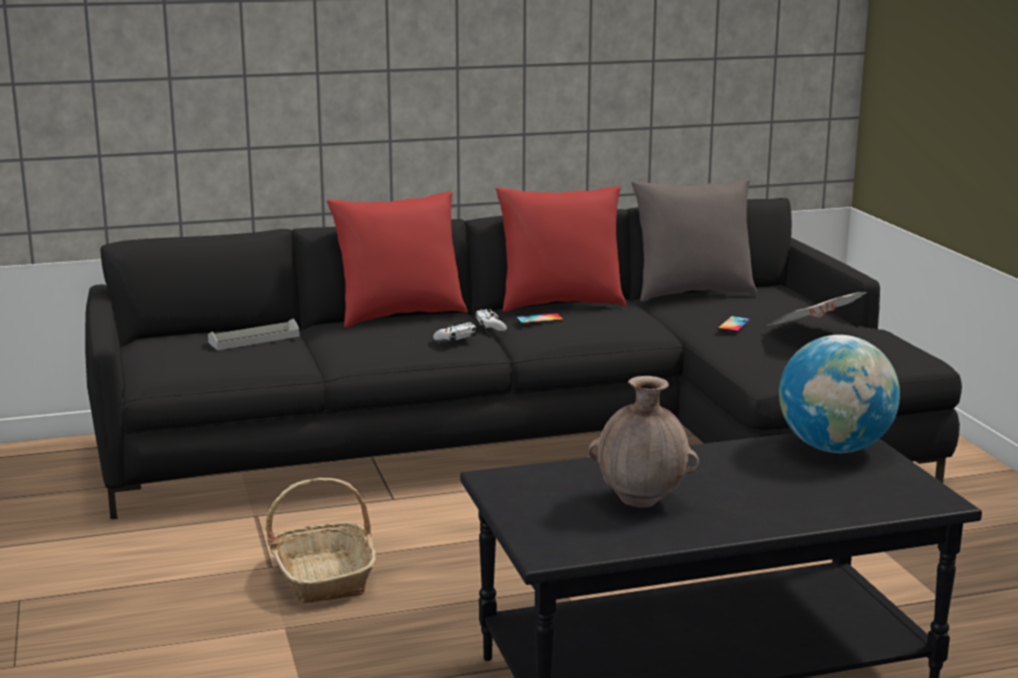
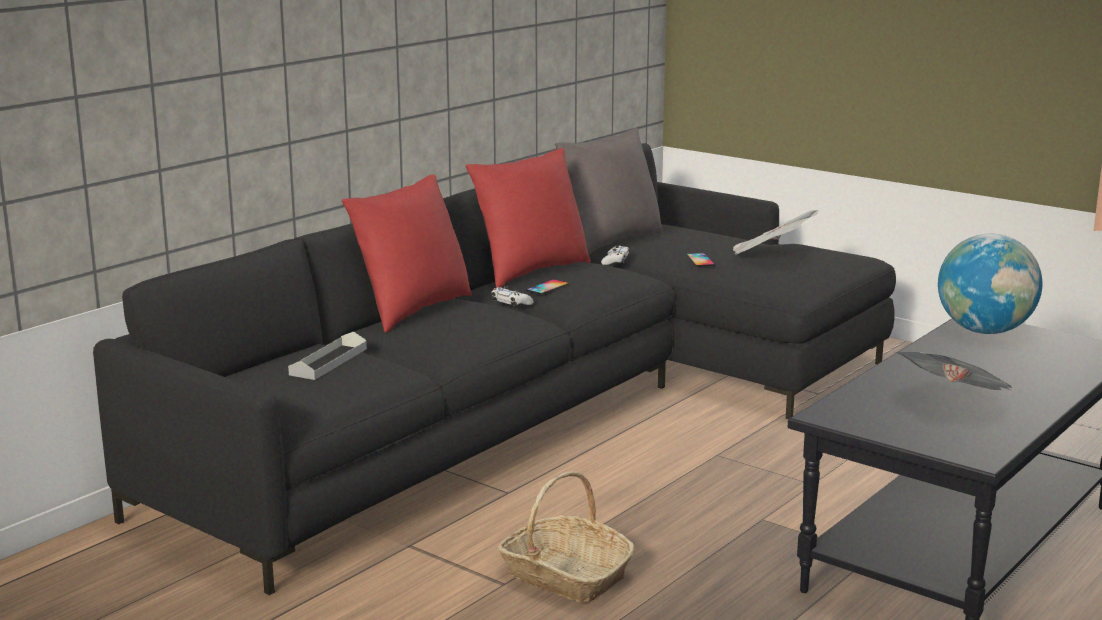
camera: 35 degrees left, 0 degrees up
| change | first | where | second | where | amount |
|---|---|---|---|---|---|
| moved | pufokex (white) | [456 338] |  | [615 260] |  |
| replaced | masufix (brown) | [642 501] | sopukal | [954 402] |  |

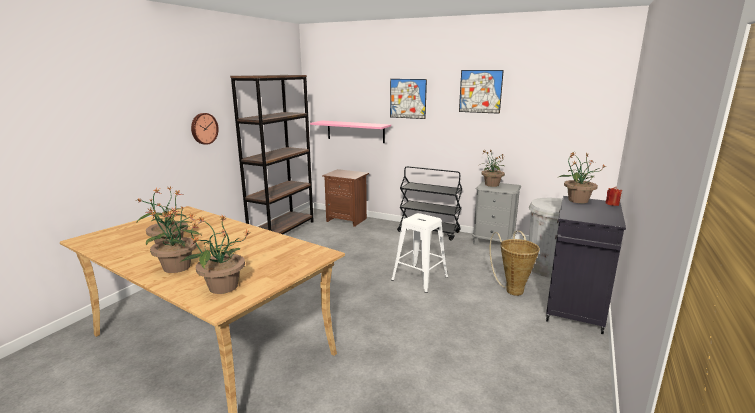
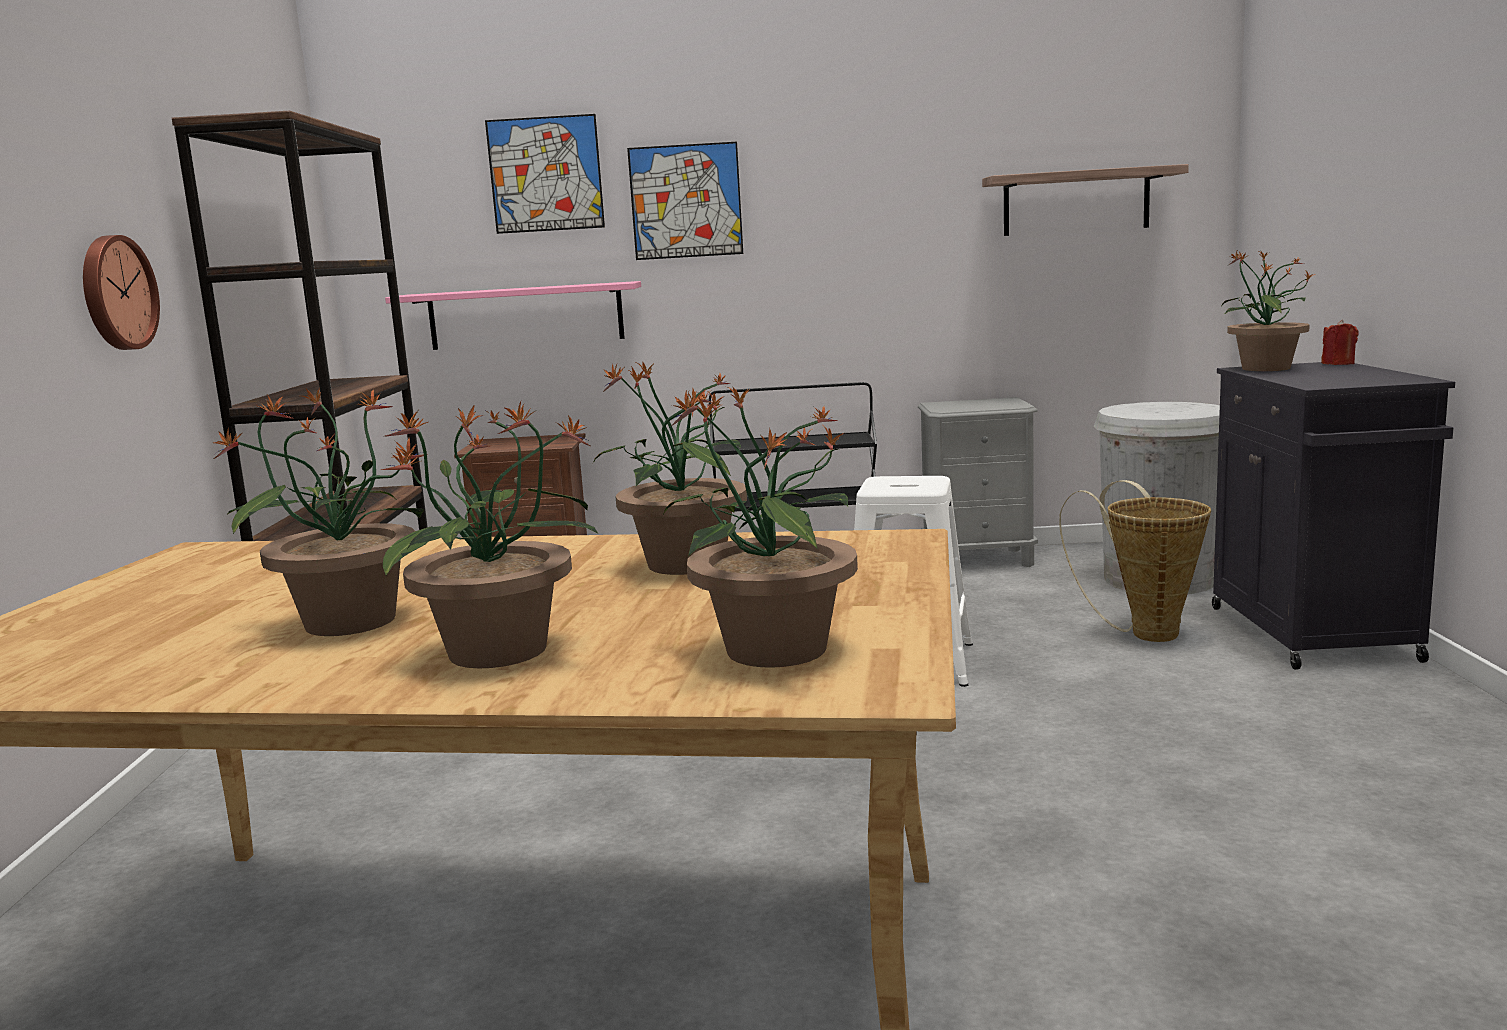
camera: 25 degrees left, 5 degrees down
| change | first | where | second | where | amount |
|---|---|---|---|---|---|
| moved | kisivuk | [480 91] |  | [545 174] |  |
| moved | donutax | [491 185] |  | [684 564] |  |
| added |  |  | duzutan | [1076 202] |  |

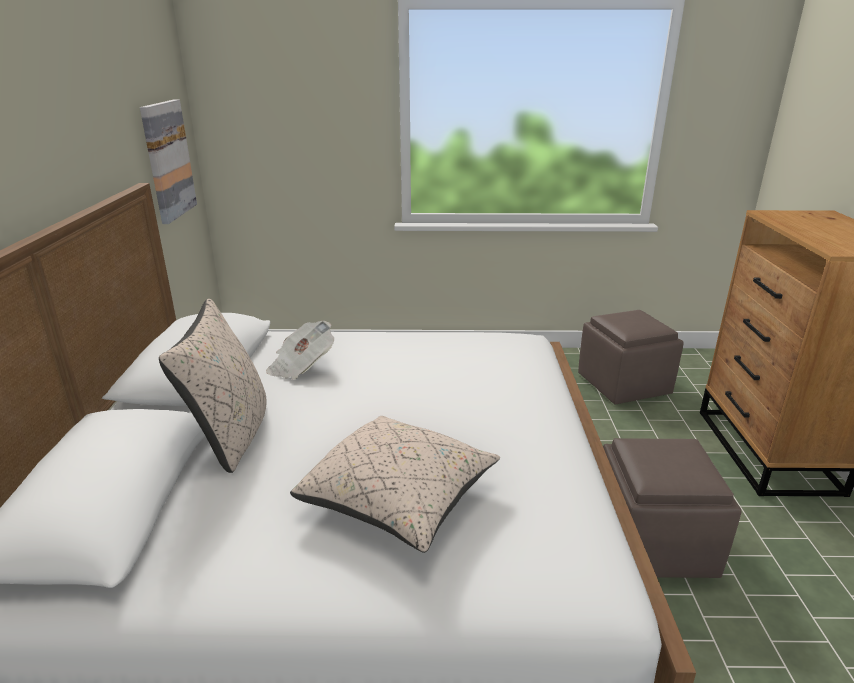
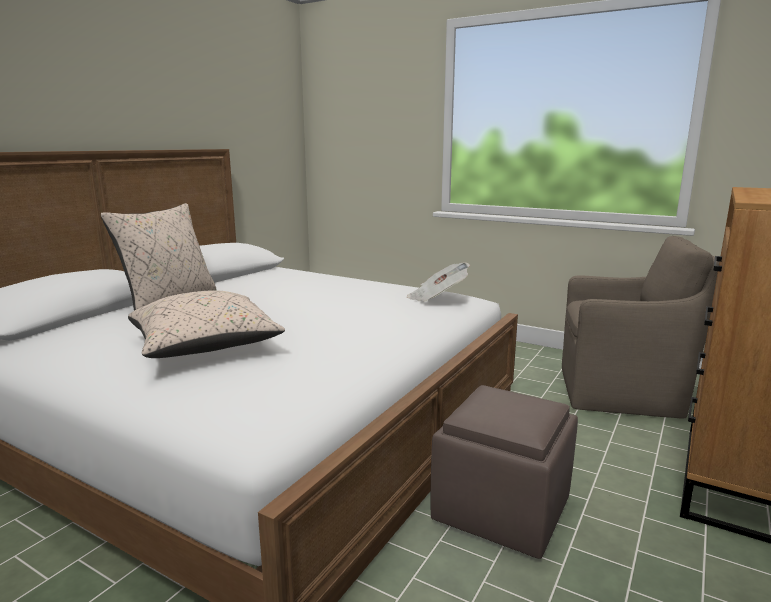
camera: 30 degrees right, 10 degrees down
| change | first | where | second | where | amount |
|---|---|---|---|---|---|
| removed | kisivuk | [167 160] |  |  |  |
| moved | sopukal | [301 366] |  | [437 298] |  |
| replaced | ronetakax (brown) | [624 385] | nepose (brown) | [623 393] |  |

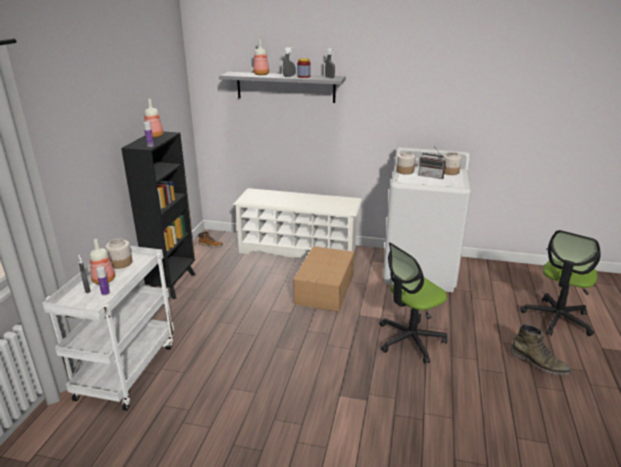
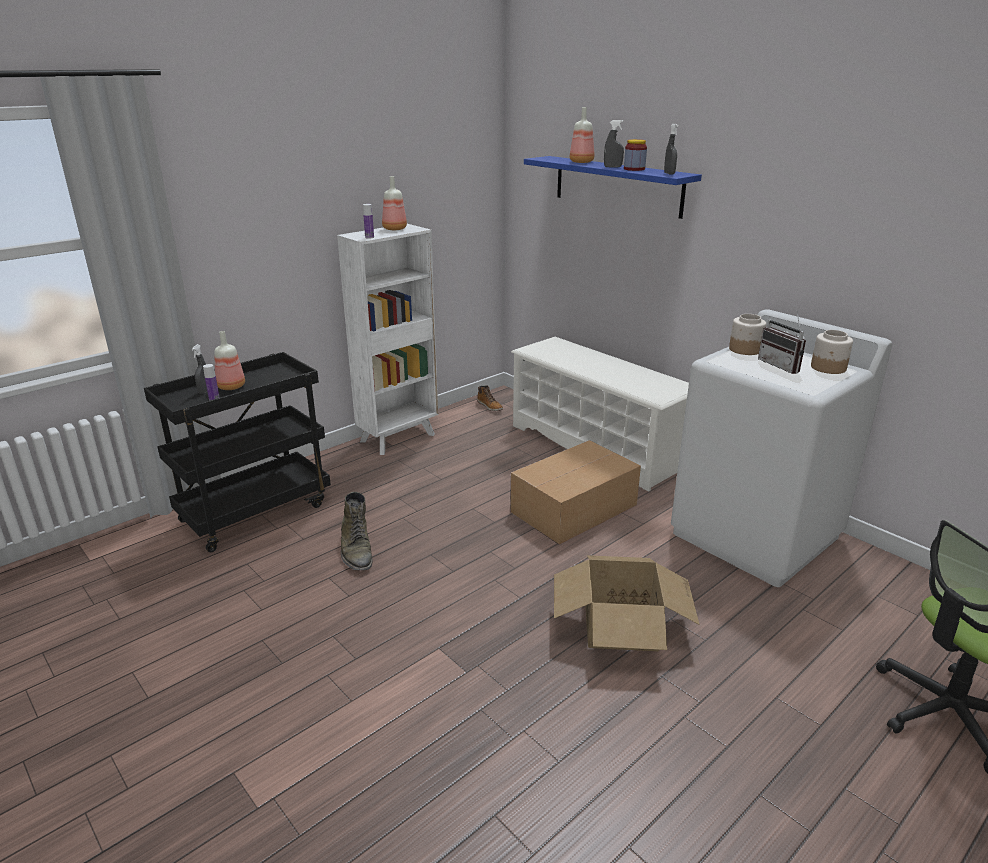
camera: 35 degrees right, 0 degrees up
| change | first | where | second | where | amount |
|---|---|---|---|---|---|
| recoloured | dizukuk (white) | [127 369] | dizukuk (black) | [256 511] |  |
| removed | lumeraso | [121 263] |  |  |  |
| recoloured | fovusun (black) | [173 284] | fovusun (white) | [399 437] |  |
| recoloured | duzutan (grey) | [285 87] | duzutan (blue) | [617 186] |  |
| replaced | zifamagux | [410 340] | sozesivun | [620 625] |  |
| moved | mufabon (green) | [538 363] |  | [356 550] |  |

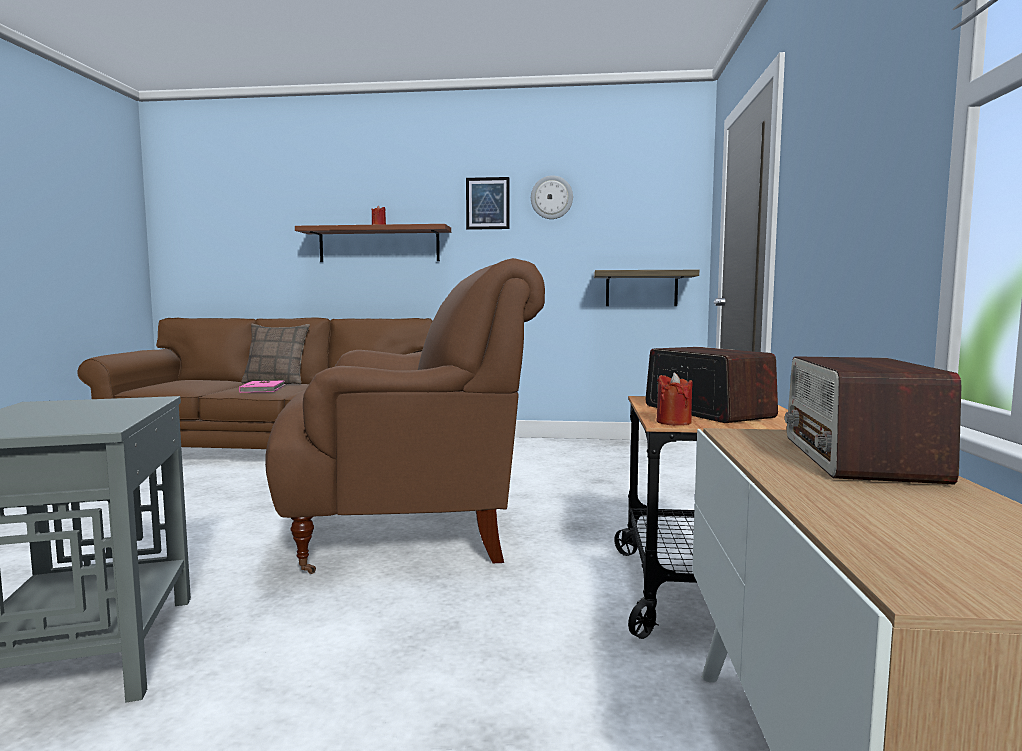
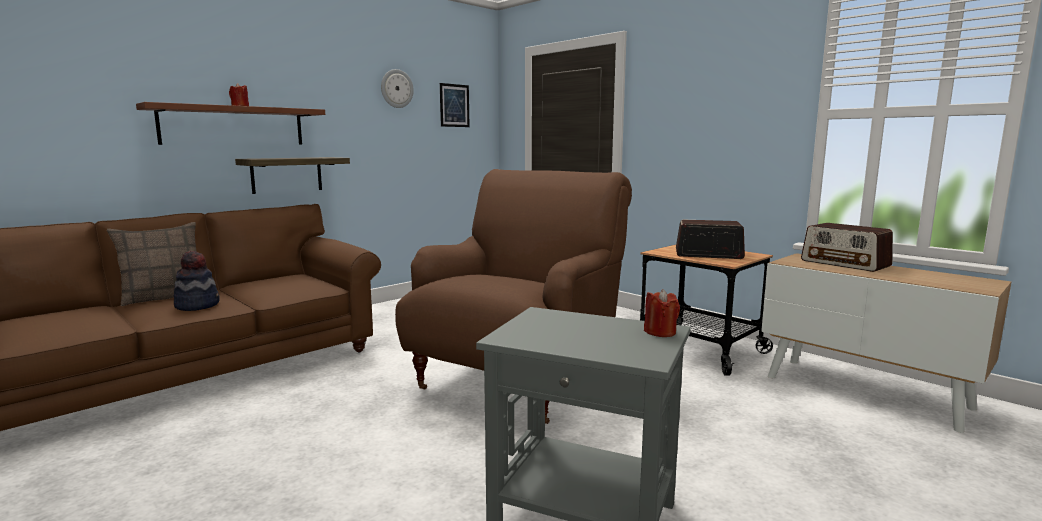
camera: 50 degrees left, 5 degrees up
| change | first | where | second | where | amount |
|---|---|---|---|---|---|
| replaced | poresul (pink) | [263 389] | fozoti | [197 305] |  |
| moved | kisivuk | [487 203] |  | [454 105] |  |
| moved | duzutan | [641 289] |  | [287 174] |  |
| moved | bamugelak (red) | [673 422] |  | [660 332] |  |

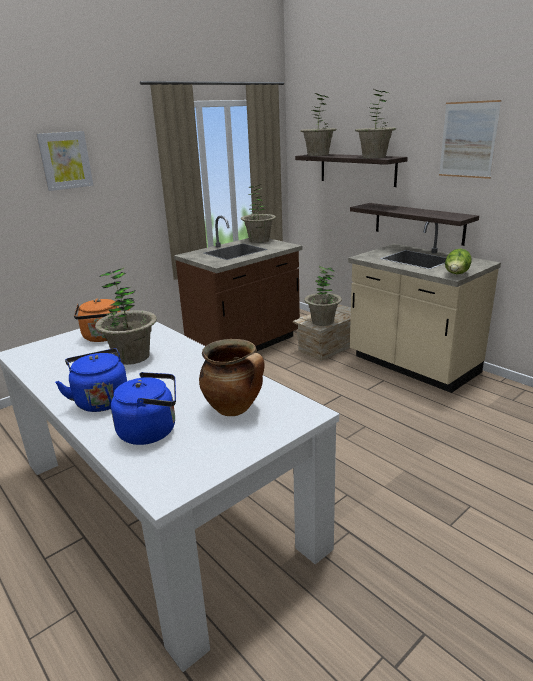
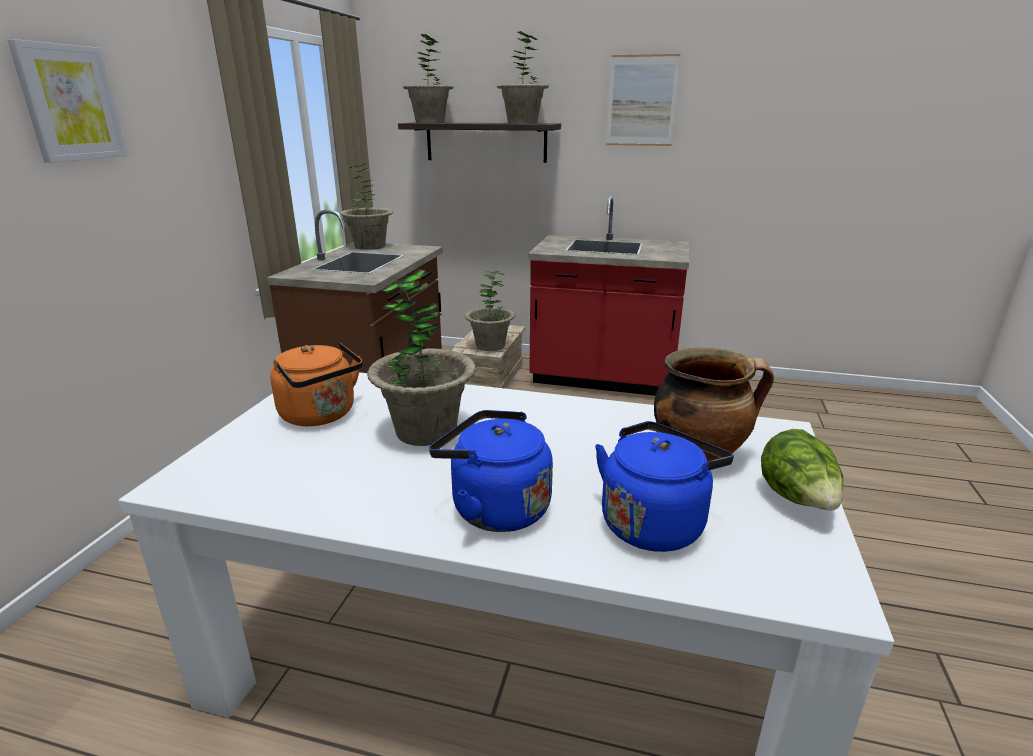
camera: 35 degrees left, 0 degrees up
| change | first | where | second | where | amount |
|---|---|---|---|---|---|
| recoloured | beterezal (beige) | [412 366] | beterezal (red) | [603 379] |  |
| removed | duzutan | [418 223] |  |  |  |
| moved | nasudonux | [456 274] |  | [797 500] |  |

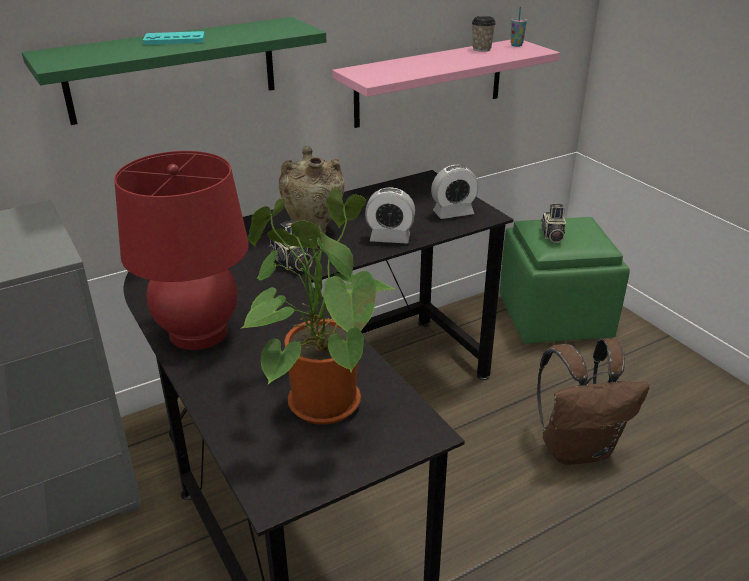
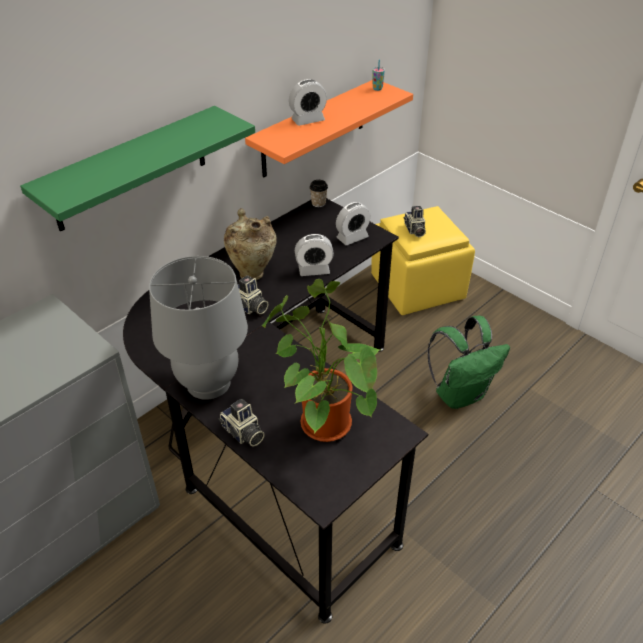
camera: 15 degrees left, 10 degrees up
| change | first | where | second | where | amount |
|---|---|---|---|---|---|
| recoloured | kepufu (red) | [198 332] | kepufu (grey) | [208 383] |  |
| removed | pufokex (turquoise) | [174 40] |  |  |  |
| recoloured | duzutan (pink) | [429 82] | duzutan (orange) | [314 128] |  |
| moved | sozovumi | [481 49] |  | [318 203] |  |
| recoloured | ronetakax (green) | [555 316] | ronetakax (yellow) | [417 286] |  |
| recoloured | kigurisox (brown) | [577 448] | kigurisox (green) | [460 394] |  |
| added |  |  | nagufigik | [243 433] |  |
| added |  |  | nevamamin | [308 120] |  |

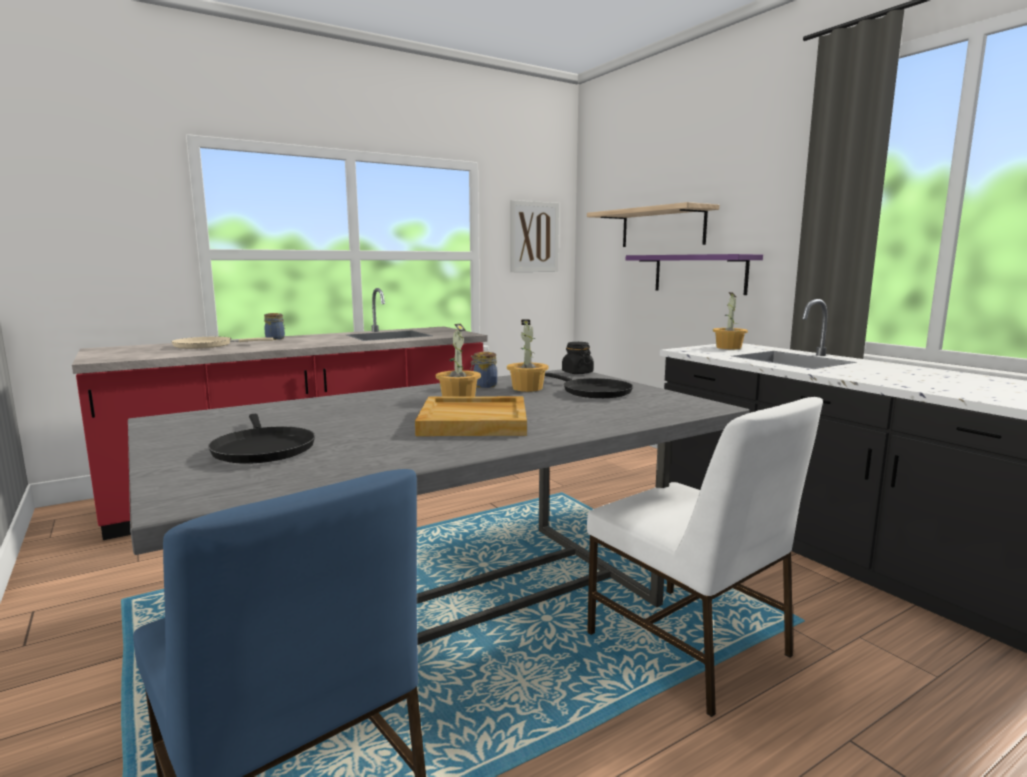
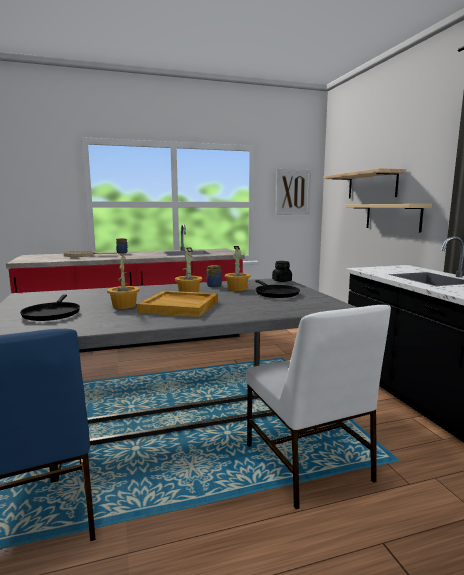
camera: 15 degrees right, 0 degrees up
| change | first | where | second | where | amount |
|---|---|---|---|---|---|
| recoloured | duzutan (purple) | [699 273] | duzutan (beige) | [392 217] |  |
| moved | donutax | [728 347] |  | [123 306] |  |

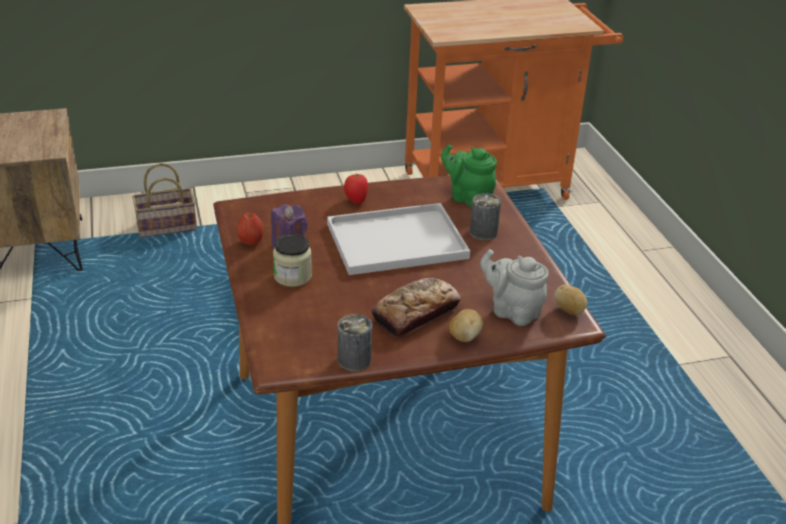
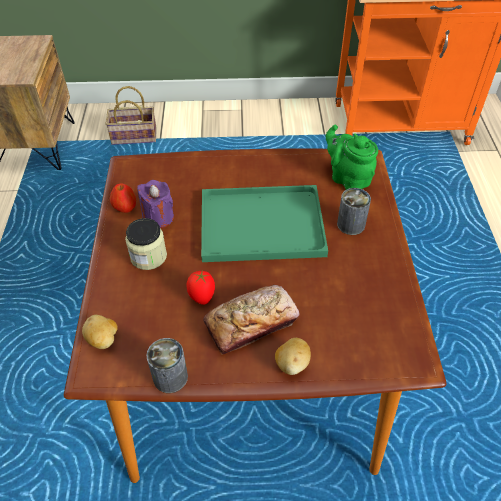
camera: 15 degrees right, 15 degrees up
| change | first | where | second | where | amount |
|---|---|---|---|---|---|
| recoloured | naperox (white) | [394 242] | naperox (green) | [259 226] |  |
| moved | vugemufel | [355 201] |  | [202 297] |  |
| removed | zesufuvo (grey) | [512 311] |  |  |  |
| moved | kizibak | [569 311] |  | [103 340] |  |

